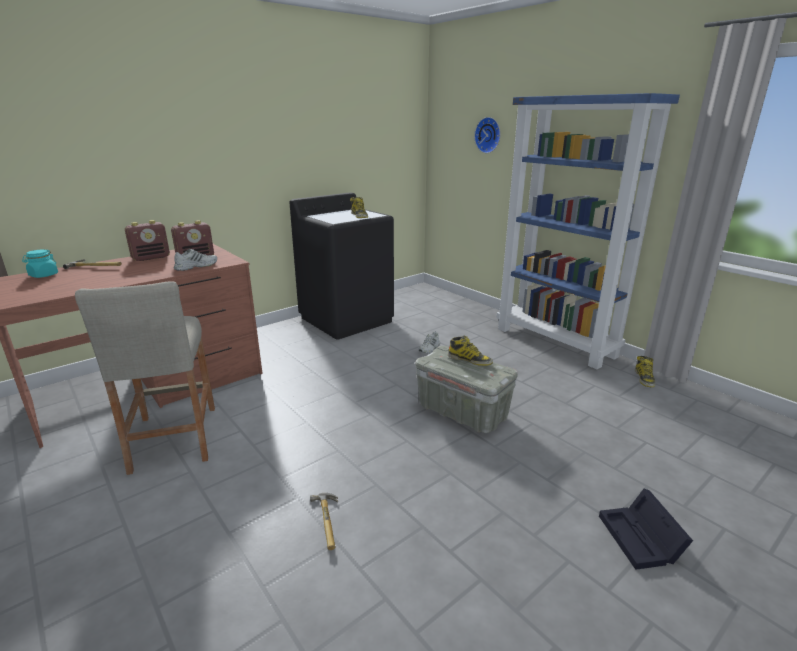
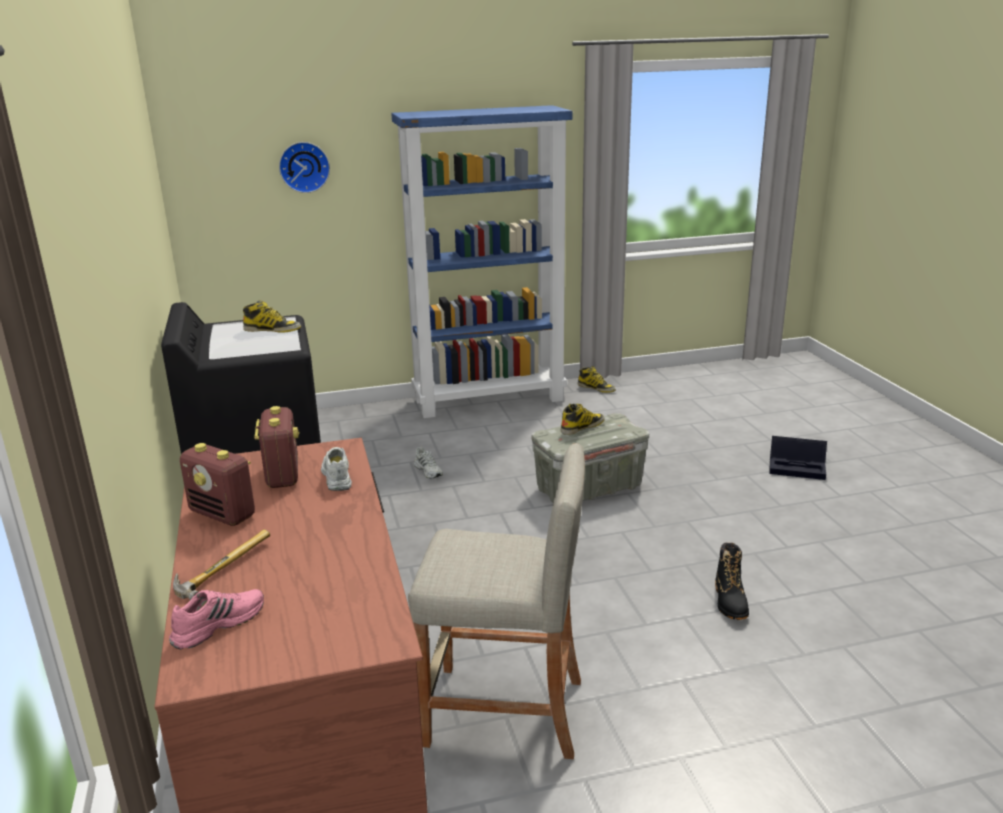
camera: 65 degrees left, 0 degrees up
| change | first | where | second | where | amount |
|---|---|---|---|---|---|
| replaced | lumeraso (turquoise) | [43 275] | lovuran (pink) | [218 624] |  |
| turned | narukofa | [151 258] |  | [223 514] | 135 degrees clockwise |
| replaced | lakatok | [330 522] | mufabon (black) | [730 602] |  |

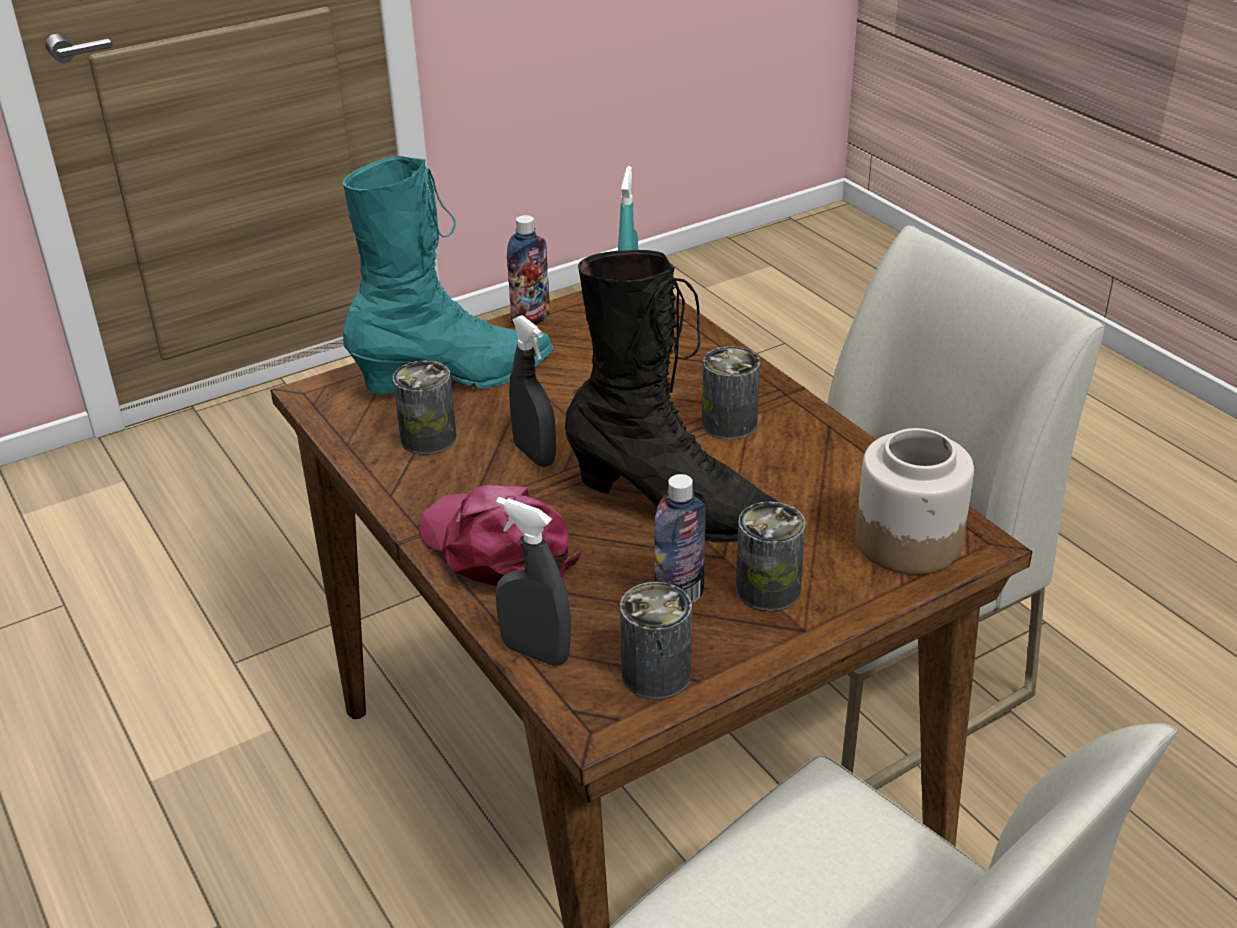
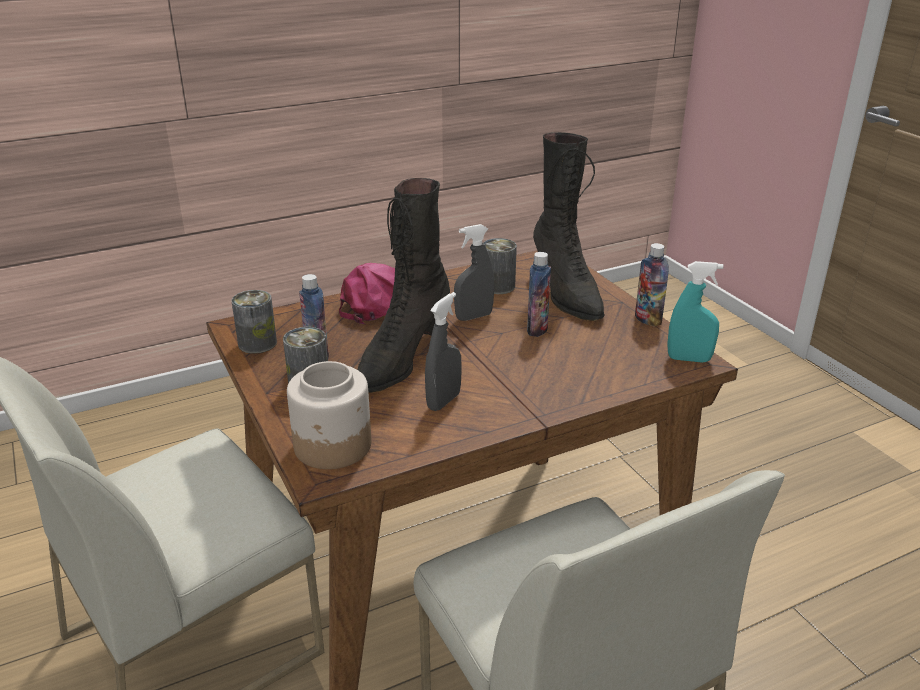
camera: 95 degrees right, 5 degrees down
| change | first | where | second | where | amount |
|---|---|---|---|---|---|
| recoloured | mufabon (turquoise) | [455 378] | mufabon (black) | [566 294] |  |
| moved | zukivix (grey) | [535 652] |  | [443 401] |  |
| removed | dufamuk | [729 424] |  |  |  |
| added |  |  | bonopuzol | [537 329] |  |

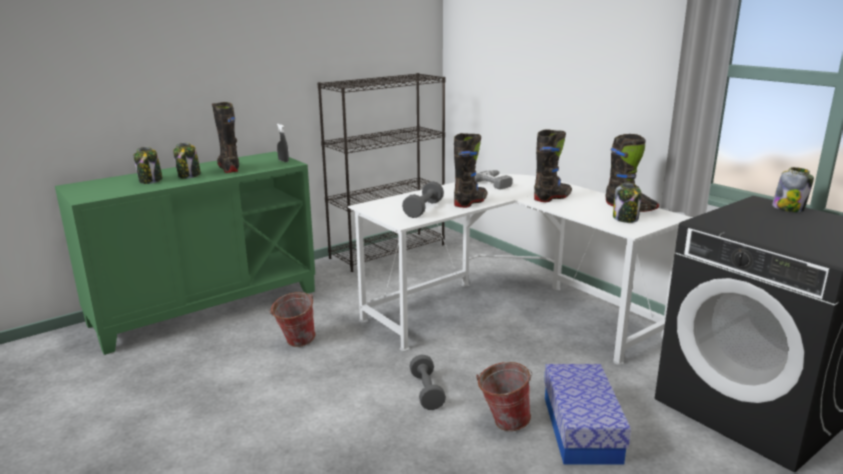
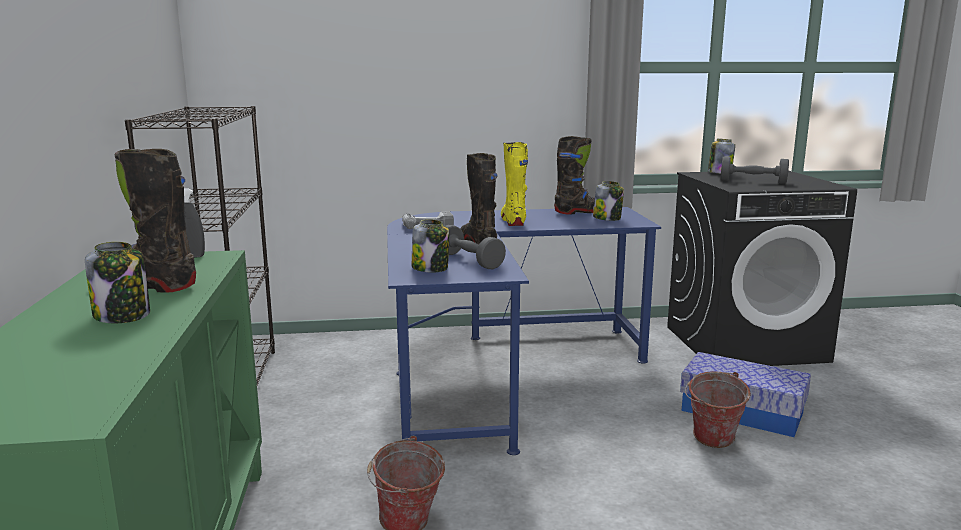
camera: 60 degrees left, 5 degrees down
| change | first | where | second | where | amount |
|---|---|---|---|---|---|
| moved | lumeraso | [151 181] |  | [430 268] |  |
| recoloured | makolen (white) | [509 312] | makolen (blue) | [497 373] |  |
| moved | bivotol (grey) | [426 391] |  | [752 181] |  |
| recoloured | mufabon (black) | [552 198] | mufabon (yellow) | [513 221] |  |

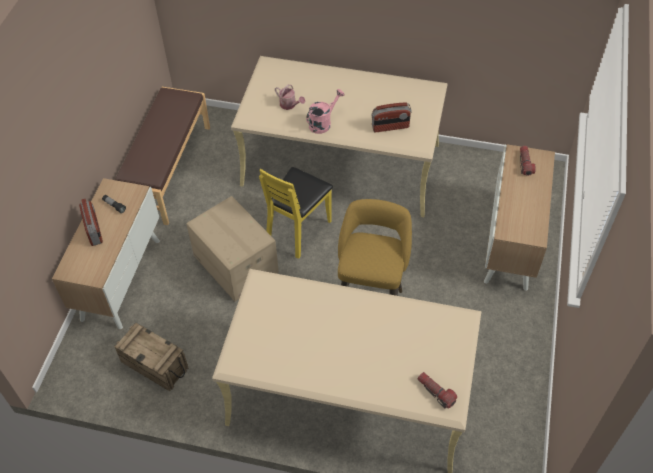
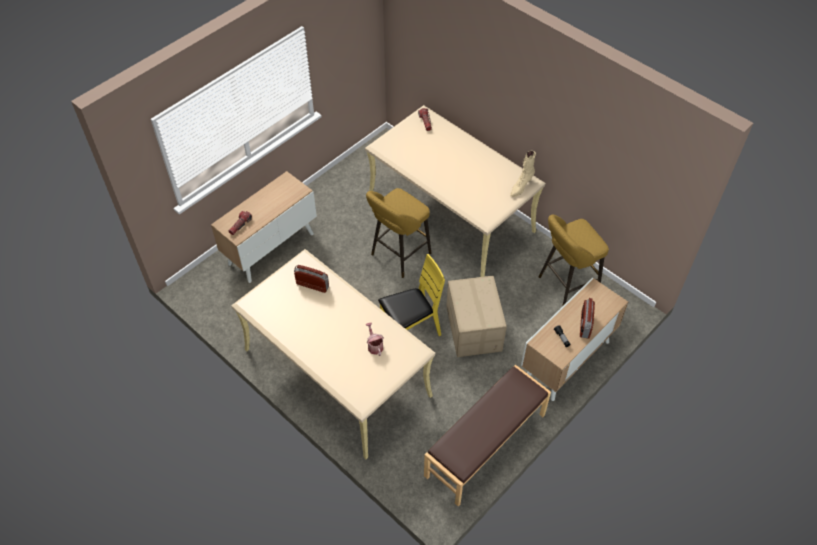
camera: 150 degrees left, 0 degrees up
| change | first | where | second | where | amount |
|---|---|---|---|---|---|
| replaced | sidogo | [155 365] | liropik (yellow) | [565 286] |  |
| removed | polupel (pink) | [323 123] |  |  |  |
| added |  |  | mufabon (beige) | [521 187] |  |

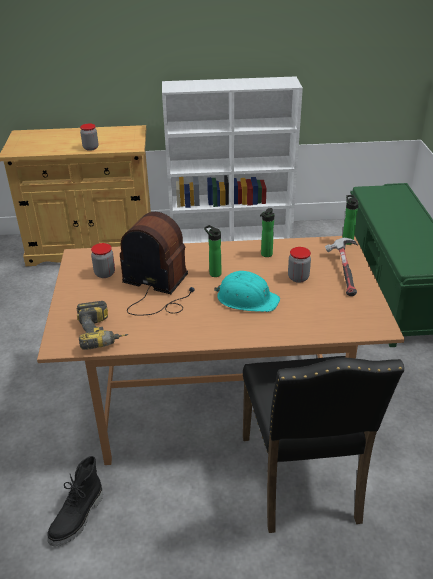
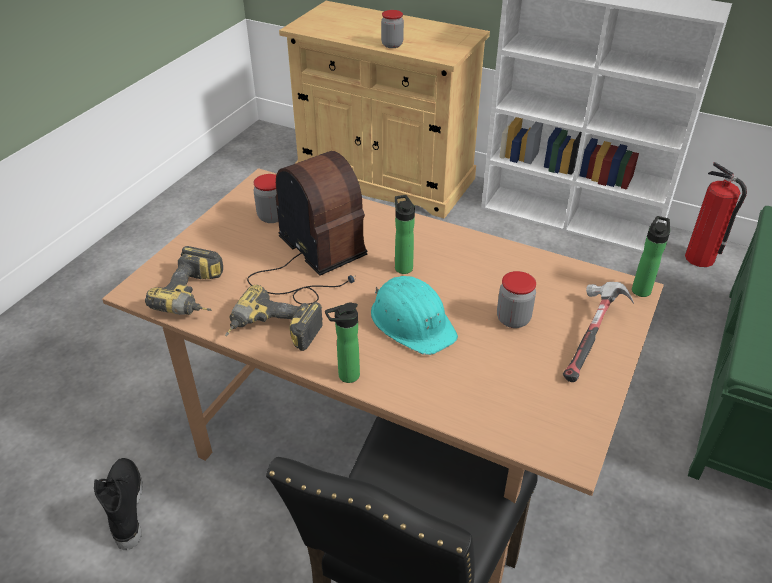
camera: 30 degrees right, 5 degrees up
| change | first | where | second | where | amount |
|---|---|---|---|---|---|
| turned | mufabon (black) | [78 518] |  | [125 507] | 105 degrees clockwise |
| moved | bonopuzol | [265 255] |  | [345 376] |  |
| added |  |  | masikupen | [272 333] |  |
| added |  |  | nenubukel | [700 258] |  |

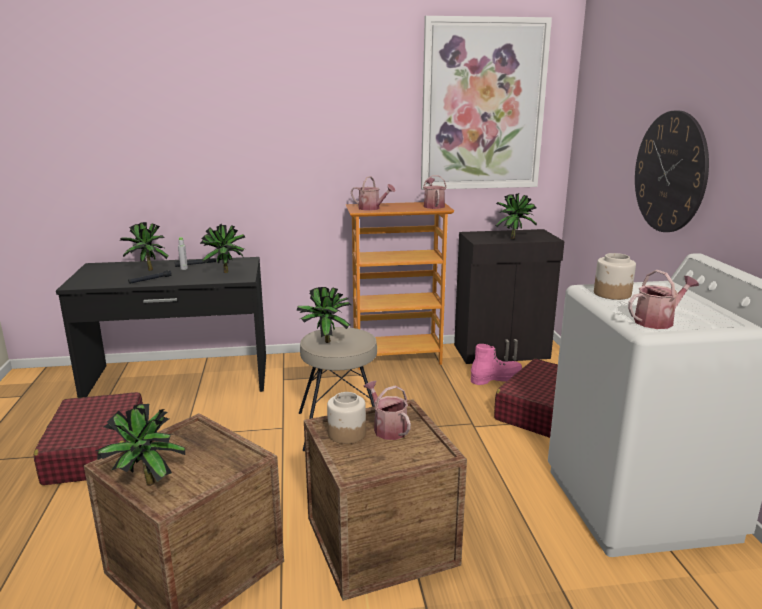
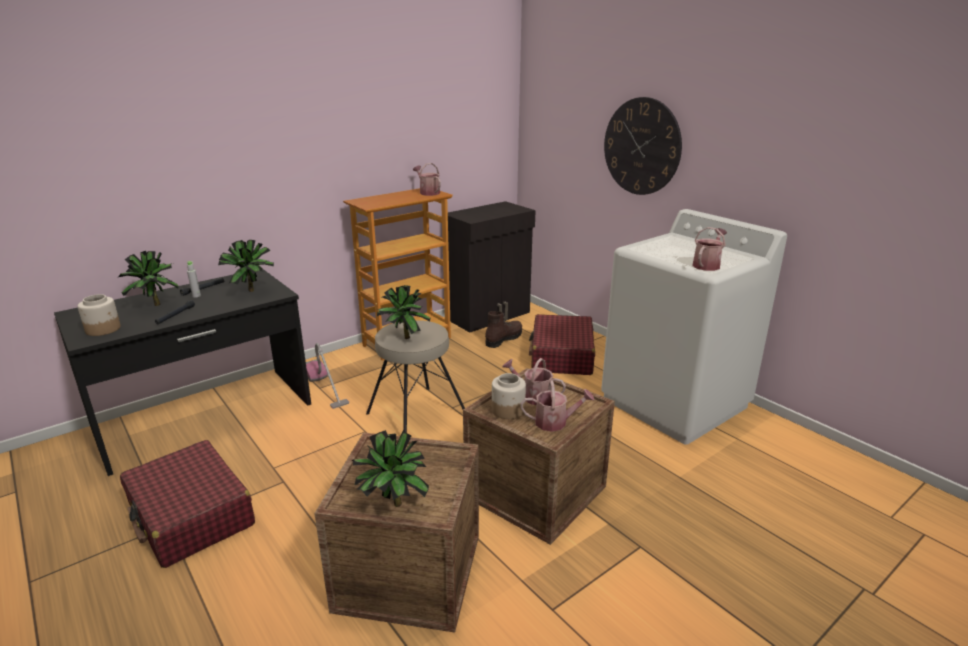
camera: 30 degrees left, 5 degrees up
| change | first | where | second | where | amount |
|---|---|---|---|---|---|
| moved | polupel | [372 208] |  | [555 422] |  |
| removed | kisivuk | [483 105] |  |  |  |
| recoloured | mufabon (pink) | [495 378] | mufabon (brown) | [503 339] |  |
| removed | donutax | [514 238] |  |  |  |
| moved | lumeraso | [612 294] |  | [103 329] |  |
| added |  |  | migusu | [325 388] |  |

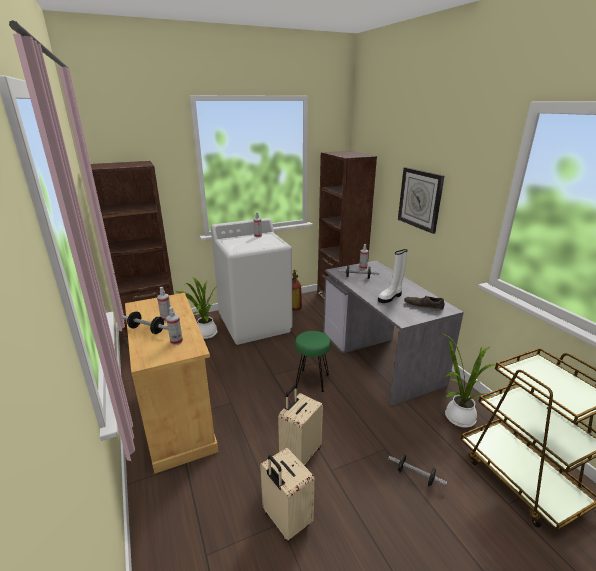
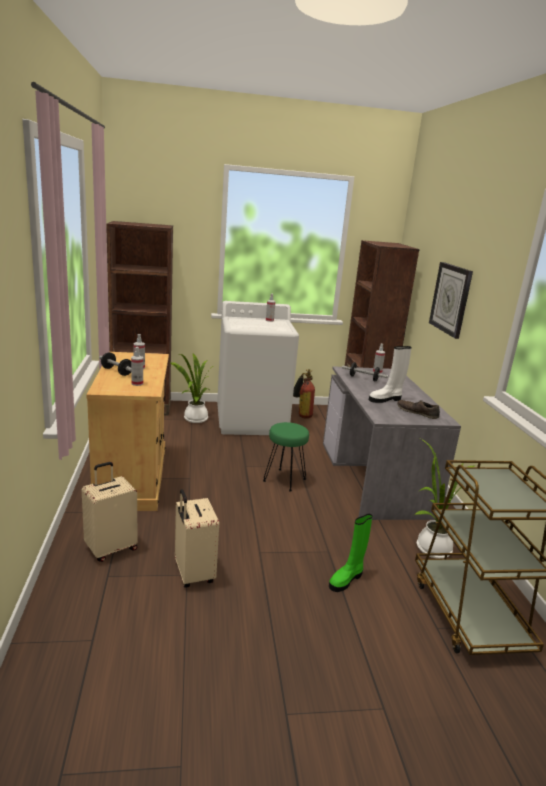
camera: 15 degrees right, 5 degrees down
| change | first | where | second | where | amount |
|---|---|---|---|---|---|
| moved | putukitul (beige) | [300 454] |  | [111 548] |  |
| replaced | bivotol | [415 476] | mufabon (green) | [346 579] |  |

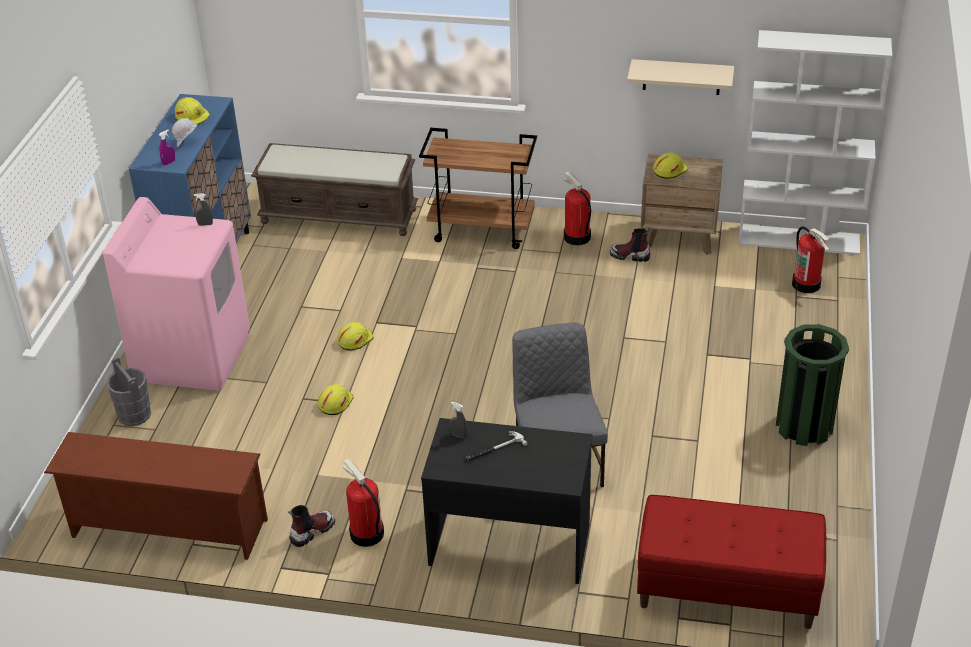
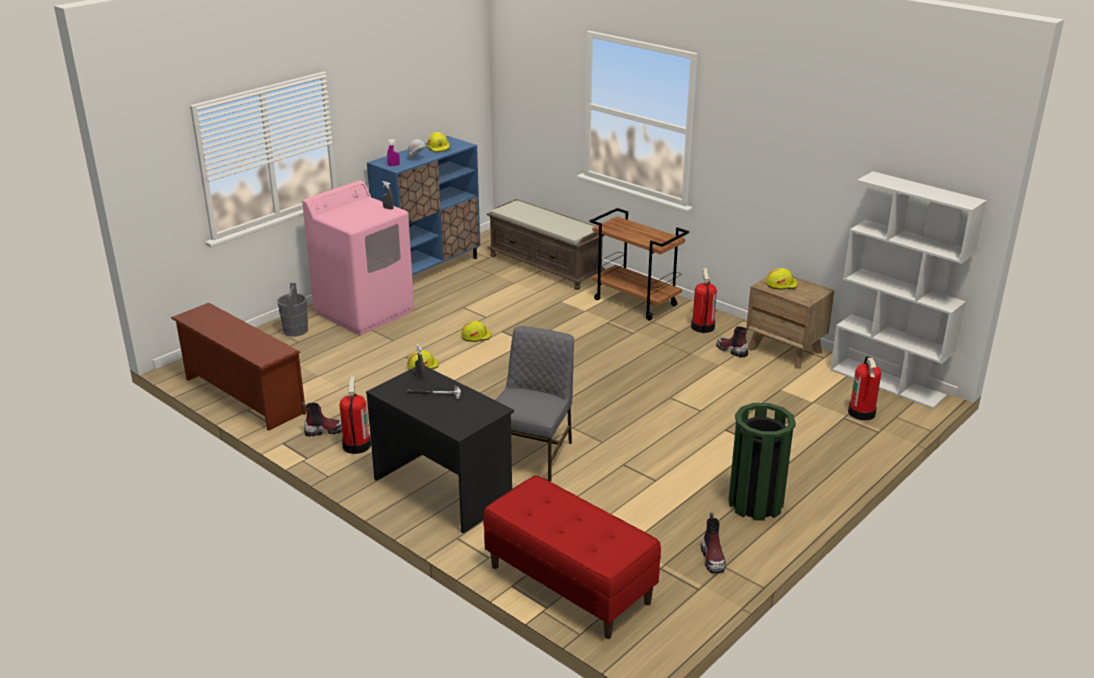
camera: 30 degrees right, 10 degrees down
| change | first | where | second | where | amount |
|---|---|---|---|---|---|
| removed | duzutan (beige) | [681 77] |  |  |  |
| added |  |  | mufabon | [713 559] |  |

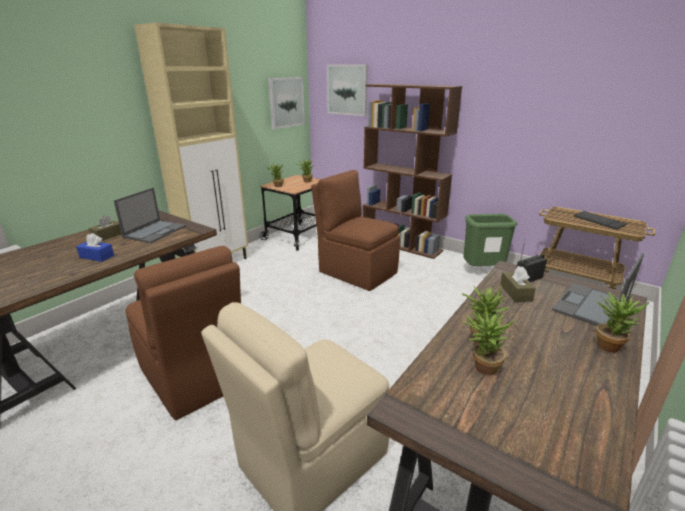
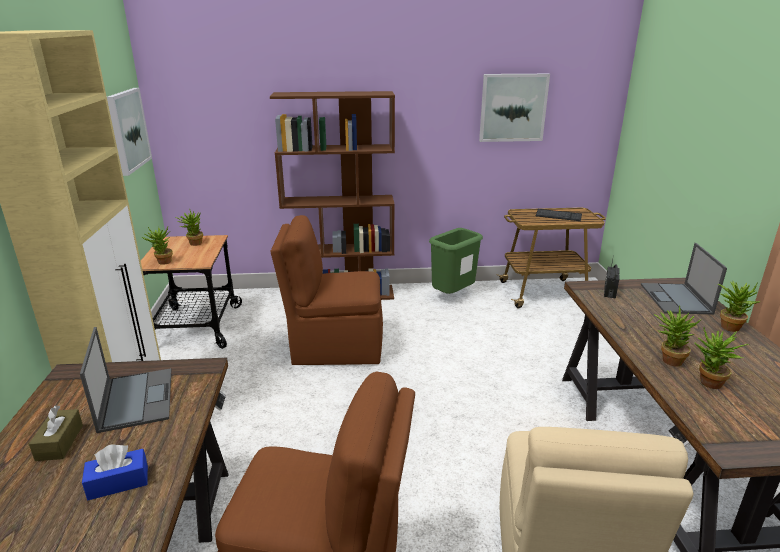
camera: 40 degrees left, 0 degrees up
| change | first | where | second | where | amount |
|---|---|---|---|---|---|
| moved | kisivuk | [347 90] |  | [513 107] |  |
| removed | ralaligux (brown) | [515 293] |  |  |  |

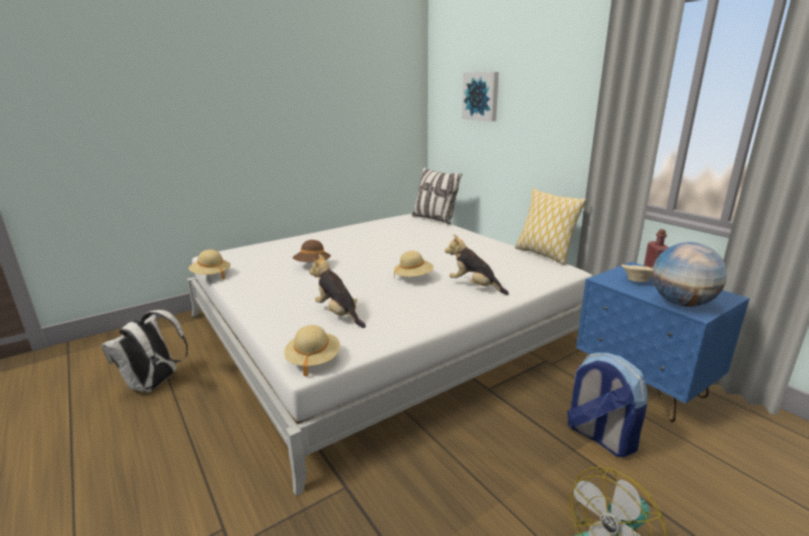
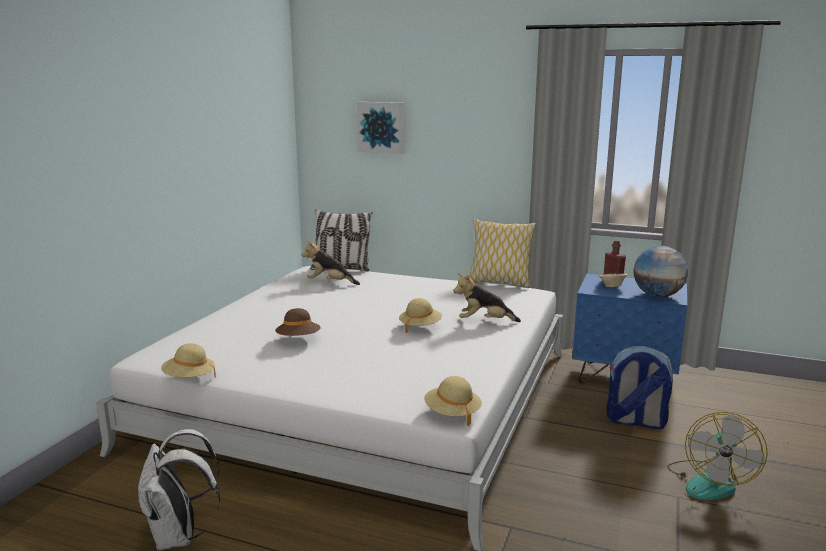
camera: 35 degrees left, 5 degrees down
| change | first | where | second | where | amount |
|---|---|---|---|---|---|
| moved | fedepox | [338 314] |  | [330 283] |  |

